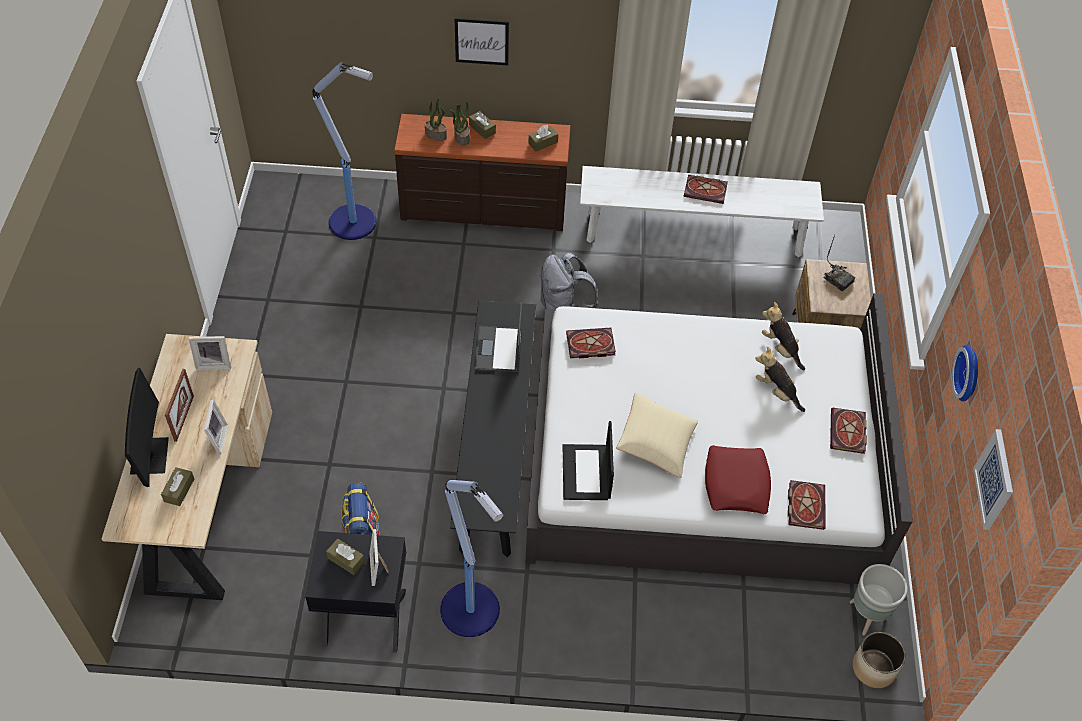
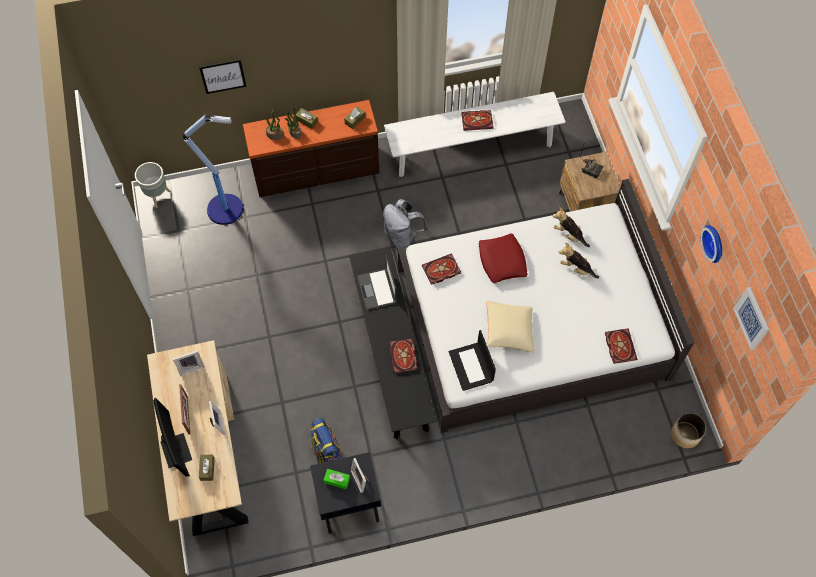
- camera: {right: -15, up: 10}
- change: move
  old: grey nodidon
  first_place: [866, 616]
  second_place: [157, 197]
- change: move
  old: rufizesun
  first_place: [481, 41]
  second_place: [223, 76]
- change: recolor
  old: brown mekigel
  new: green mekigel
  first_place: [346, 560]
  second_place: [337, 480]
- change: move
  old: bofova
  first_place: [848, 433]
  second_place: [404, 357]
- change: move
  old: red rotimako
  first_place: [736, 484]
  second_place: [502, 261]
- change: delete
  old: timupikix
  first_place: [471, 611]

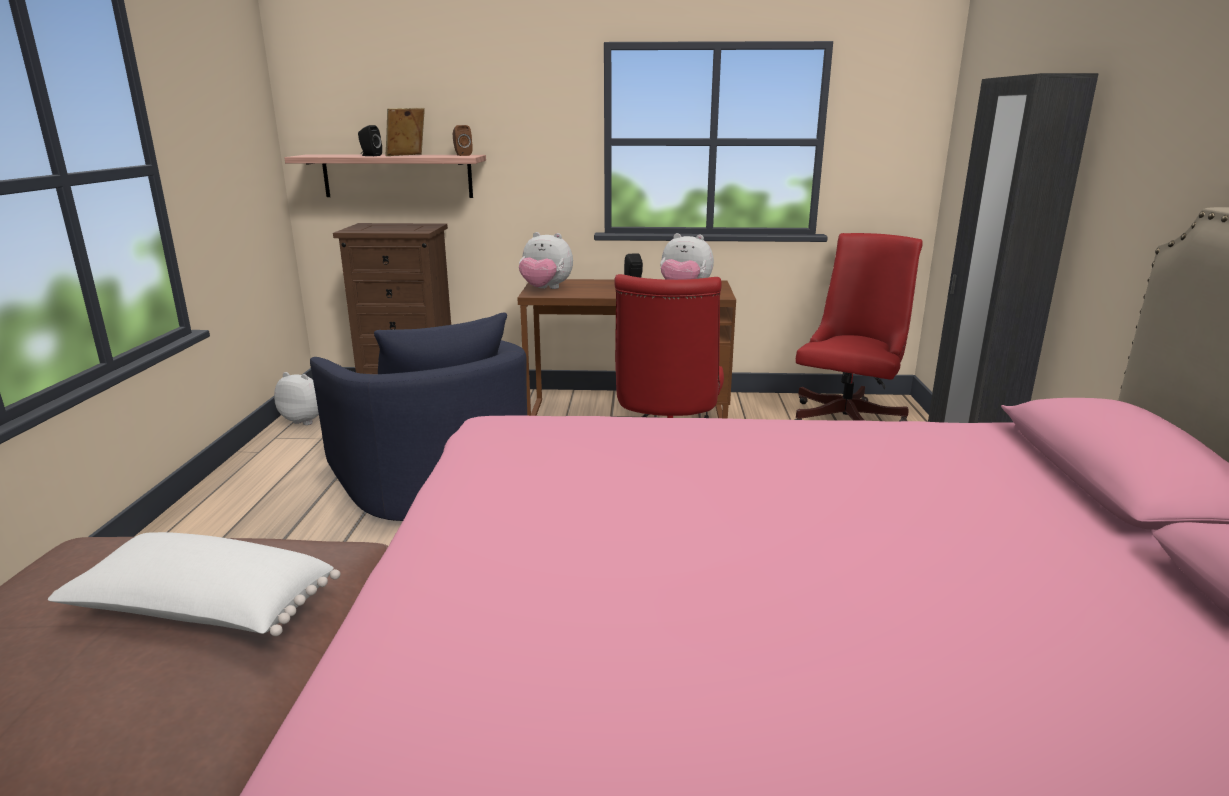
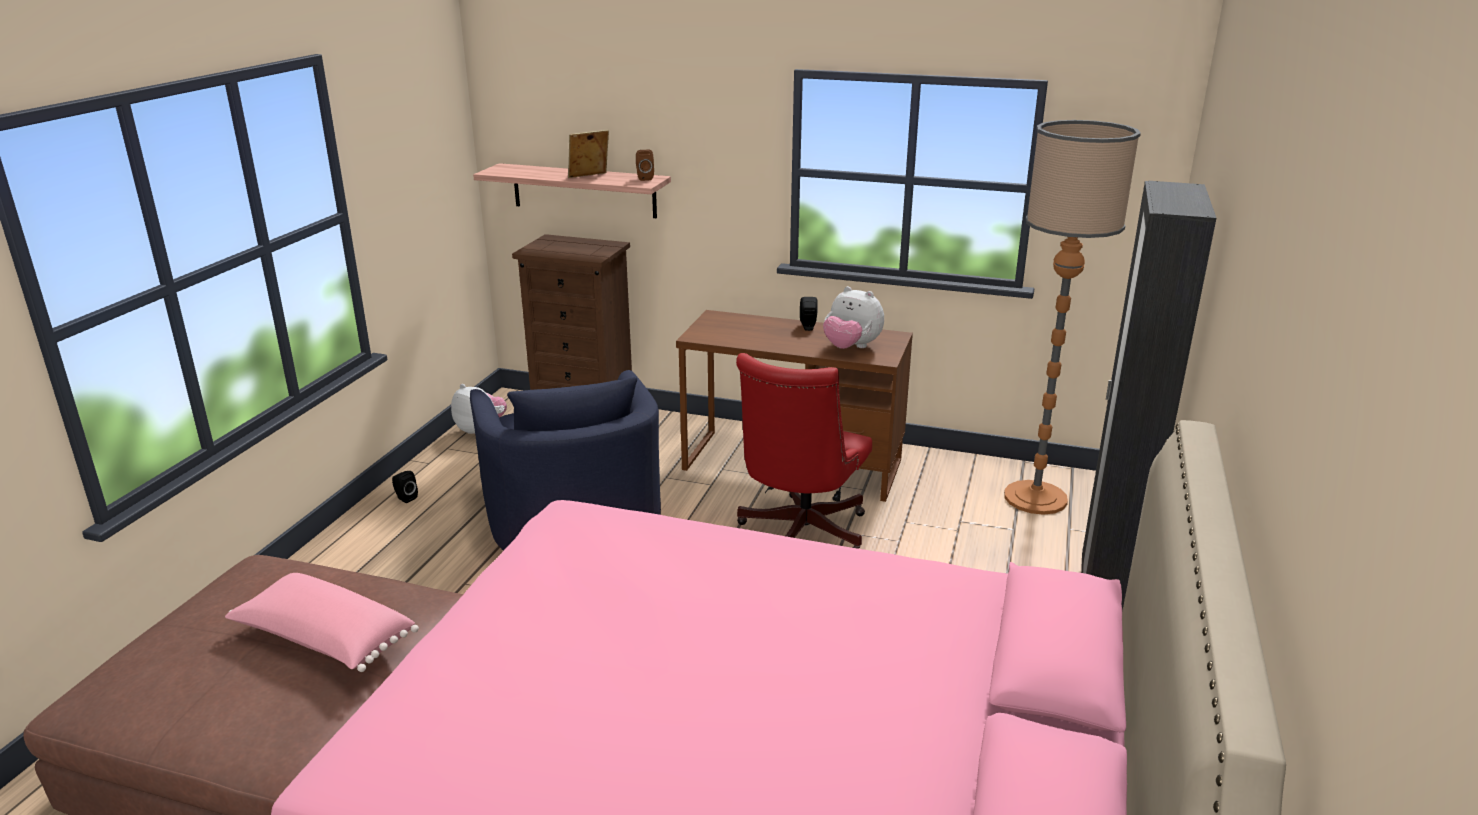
- camera: {right: 15, up: 5}
- change: recolor
  old: white rotimako
  new: pink rotimako
  first_place: [203, 612]
  second_place: [324, 640]
- change: move
  old: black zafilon
  first_place: [370, 155]
  second_place: [405, 498]
- change: replace
  old: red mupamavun
  new: timupikix
  first_place: [849, 417]
  second_place: [1035, 498]
- change: delete
  old: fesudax
  first_place: [545, 289]

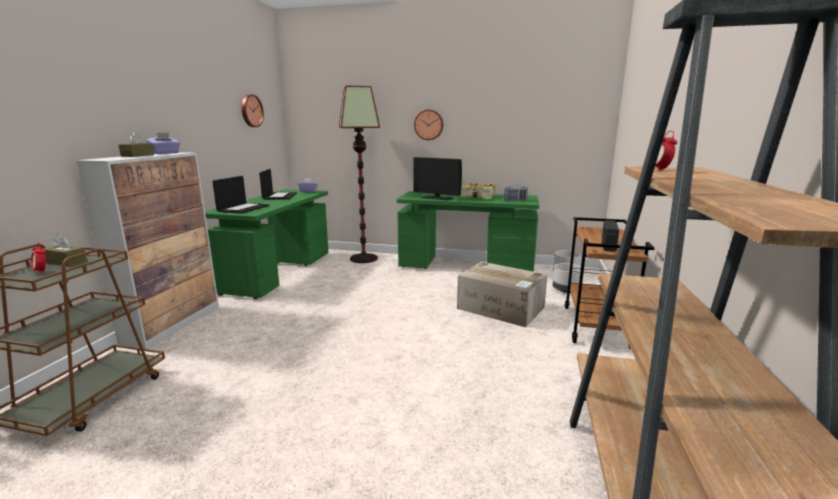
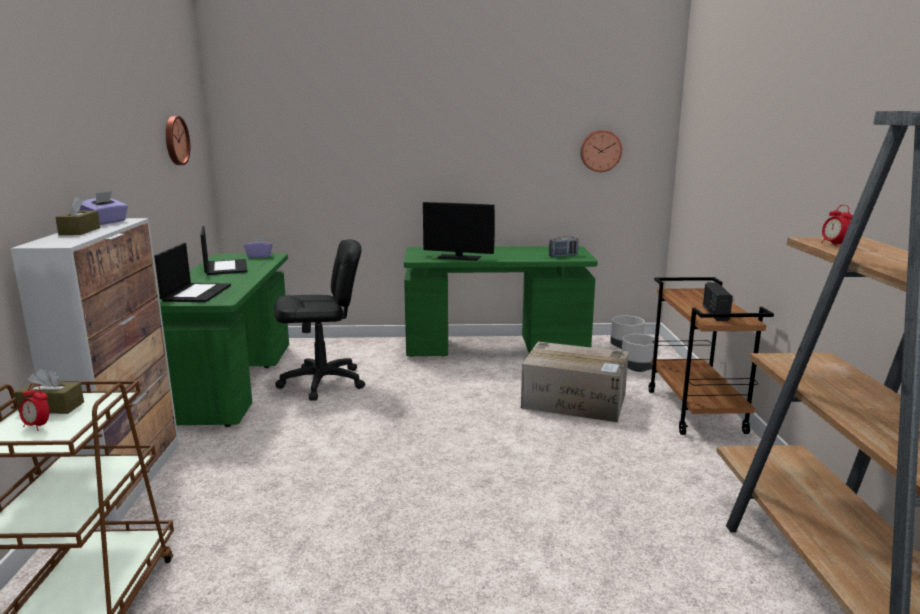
- camera: {right: -15, up: 0}
- change: insert
  new: black mupamavun
  second_place: [323, 382]
- change: move
  old: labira
  first_place: [429, 125]
  second_place: [600, 151]
- change: delete
  old: timupikix
  first_place: [364, 258]
- change: delete
  old: bofova
  first_place: [478, 196]

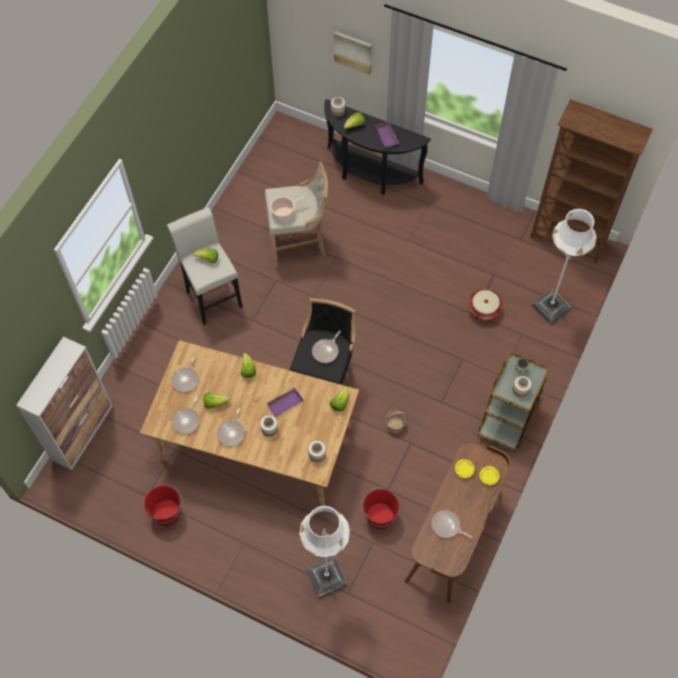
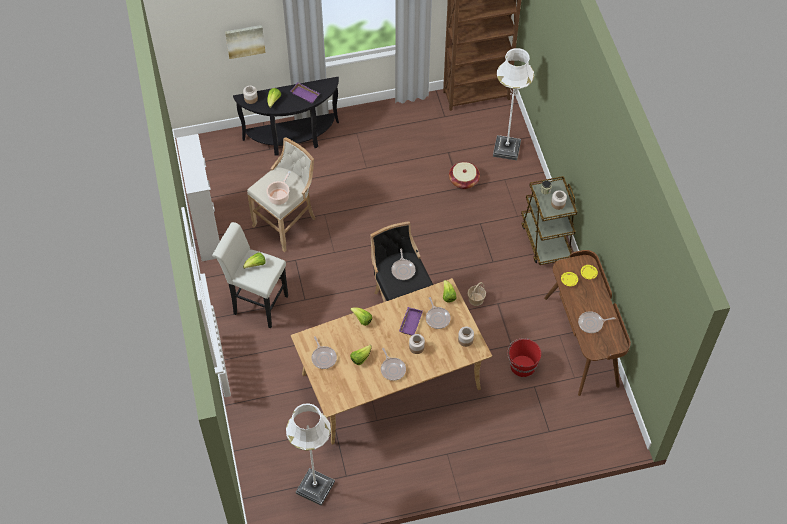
- camera: {right: -40, up: -5}
- change: move
  old: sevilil
  first_place: [82, 432]
  second_place: [207, 231]
- change: move
  old: white timupikix
  first_place: [326, 577]
  second_place: [315, 487]
- change: move
  old: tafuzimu
  first_place: [187, 420]
  second_place: [437, 318]
- change: delete
  old: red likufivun
  first_place: [167, 512]

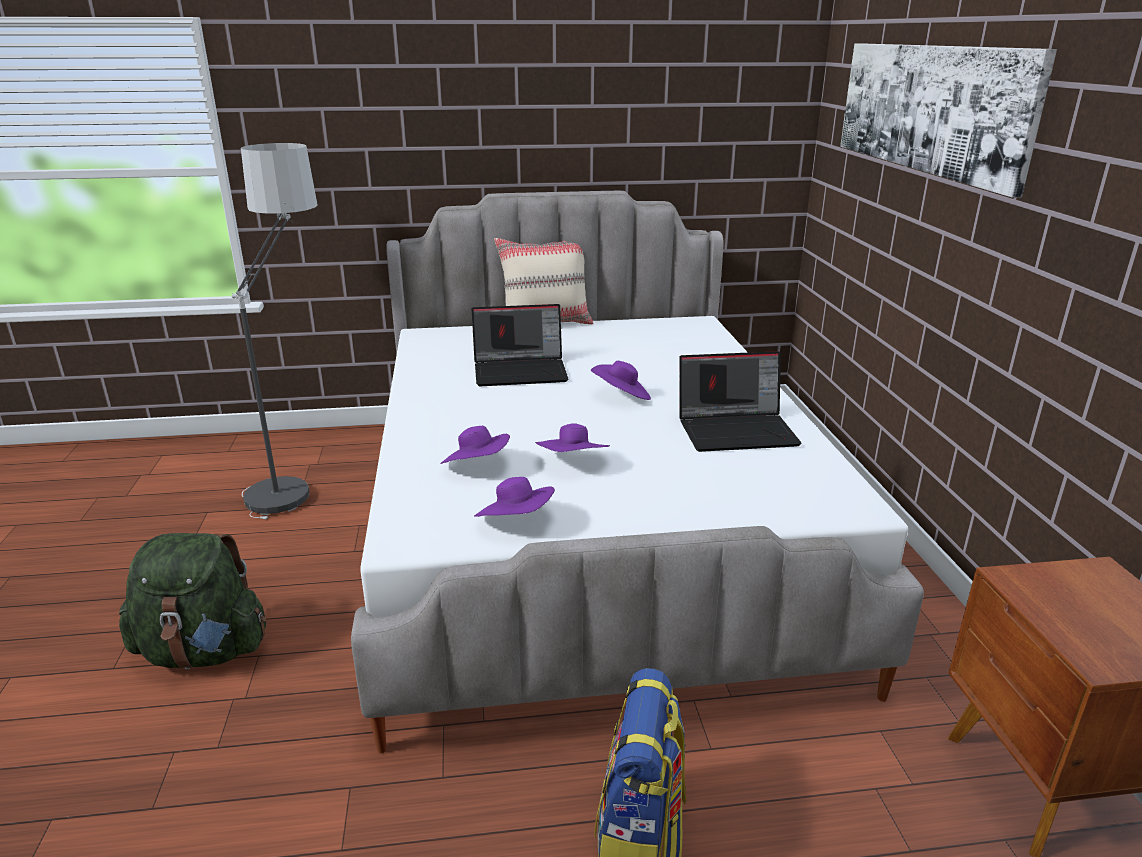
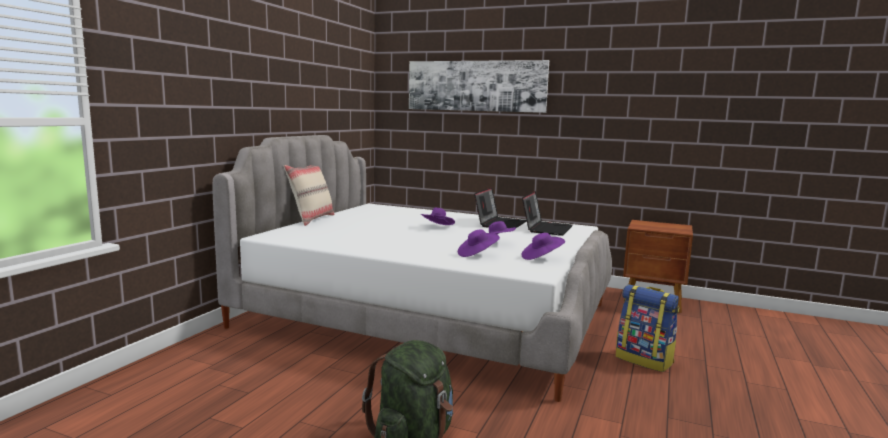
- camera: {right: -60, up: -15}
- change: move
  old: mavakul
  first_place: [521, 371]
  second_place: [546, 228]
- change: delete
  old: timupikix
  first_place: [297, 475]

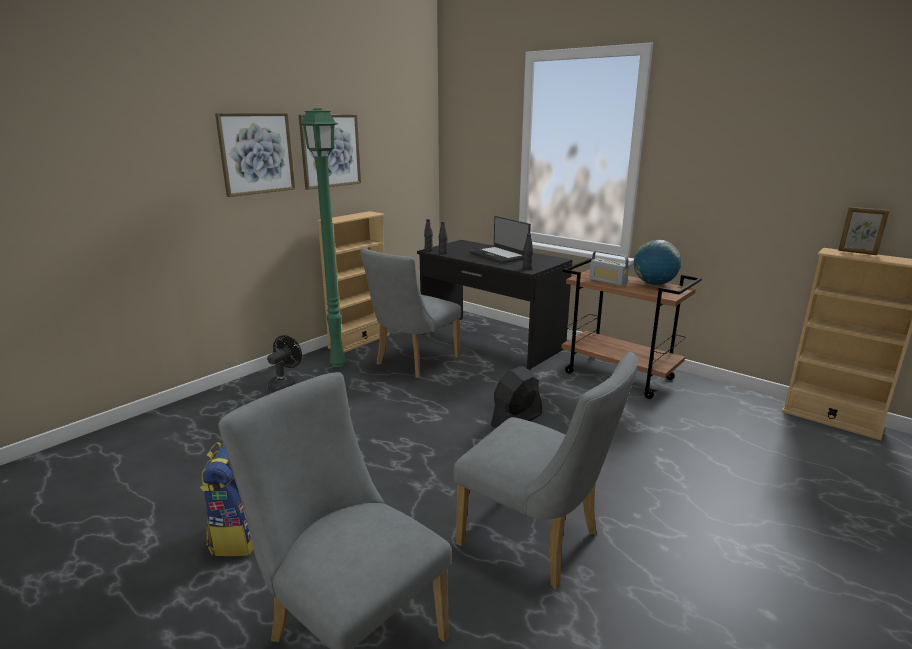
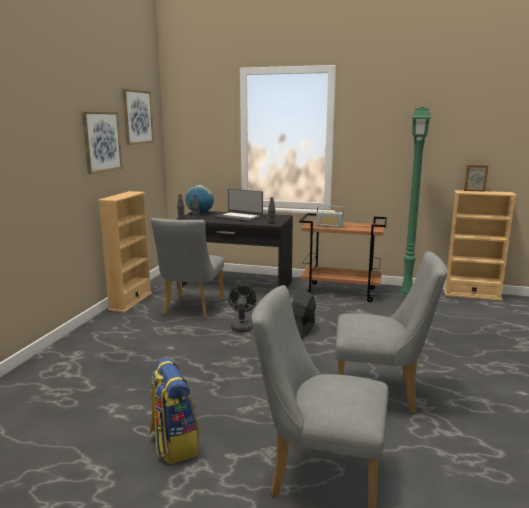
- camera: {right: -25, up: -5}
- change: move
  old: rufizesun
  first_place: [256, 153]
  second_place: [137, 117]
- change: move
  old: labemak
  first_place: [654, 284]
  second_place: [200, 213]
- change: move
  old: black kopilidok
  first_place: [285, 385]
  second_place: [242, 326]
- change: move
  old: green timupikix
  first_place: [336, 364]
  second_place: [405, 295]

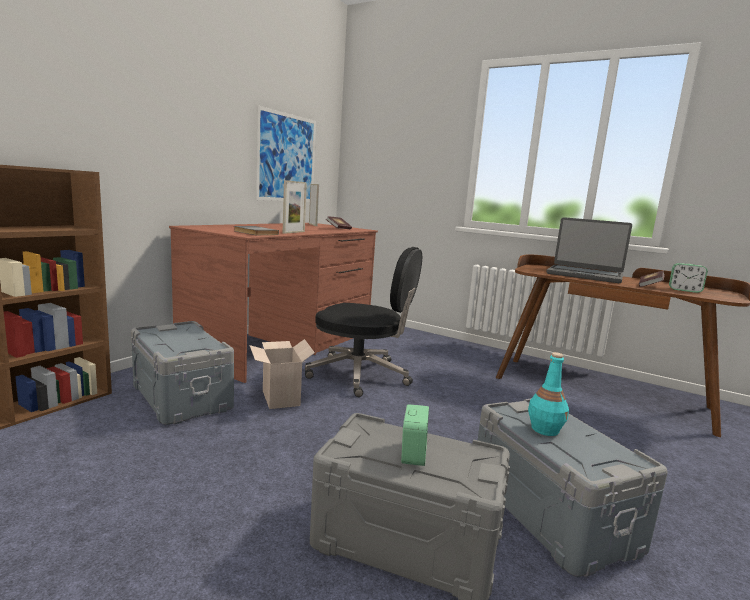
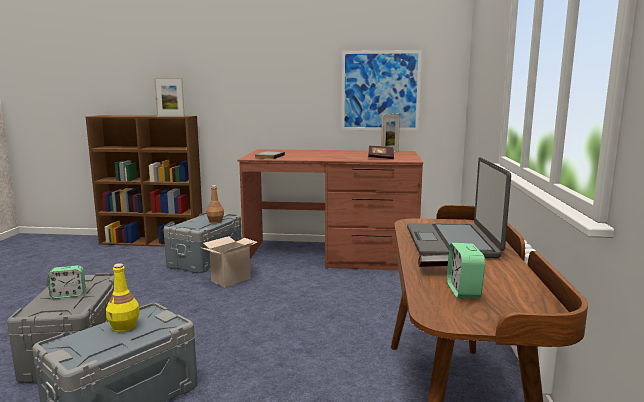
- camera: {right: 65, up: 0}
- change: recolor
  old: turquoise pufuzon
  new: yellow pufuzon
  first_place: [545, 429]
  second_place: [124, 327]
- change: move
  old: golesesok
  first_place: [294, 232]
  second_place: [170, 116]
- change: insert
  new: brown pufuzon
  second_place: [215, 222]
- change: delete
  old: black mupamavun
  first_place: [361, 375]

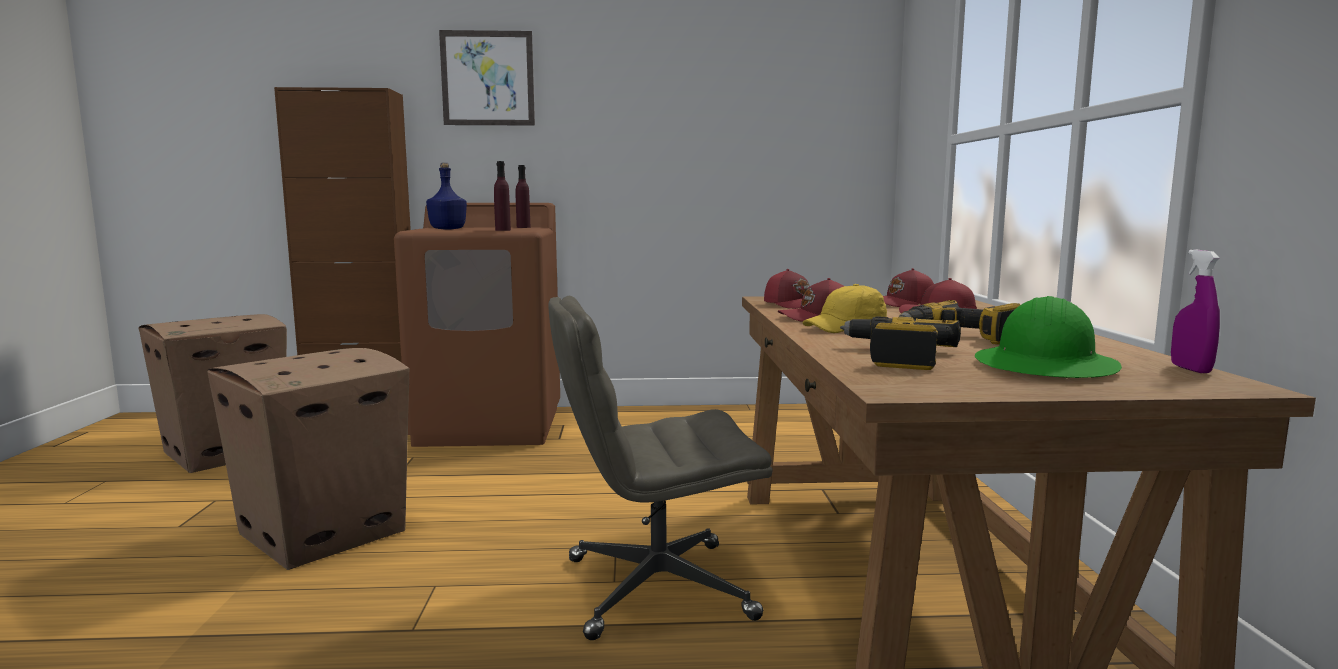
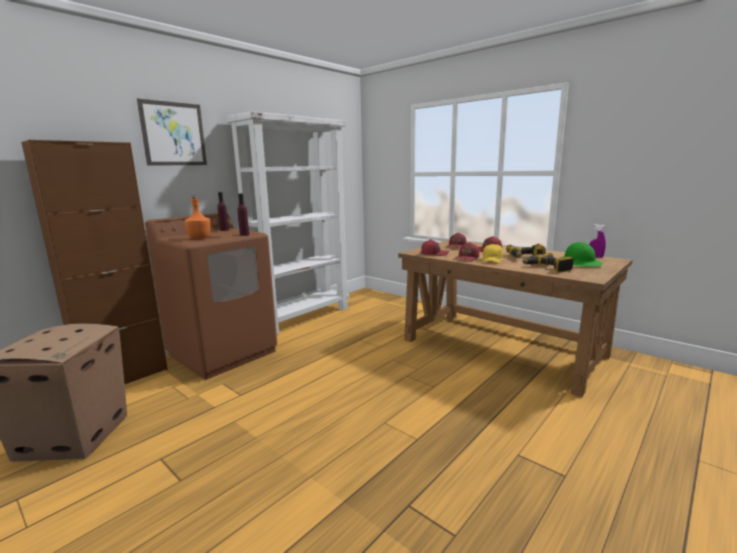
- camera: {right: -45, up: 5}
- change: recolor
  old: blue pufuzon
  new: orange pufuzon
  first_place: [448, 229]
  second_place: [199, 238]
- change: insert
  new: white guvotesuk
  second_place: [302, 317]
- change: delete
  old: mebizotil
  first_place: [320, 533]
- change: delete
  old: grey mupamavun
  first_place: [655, 589]

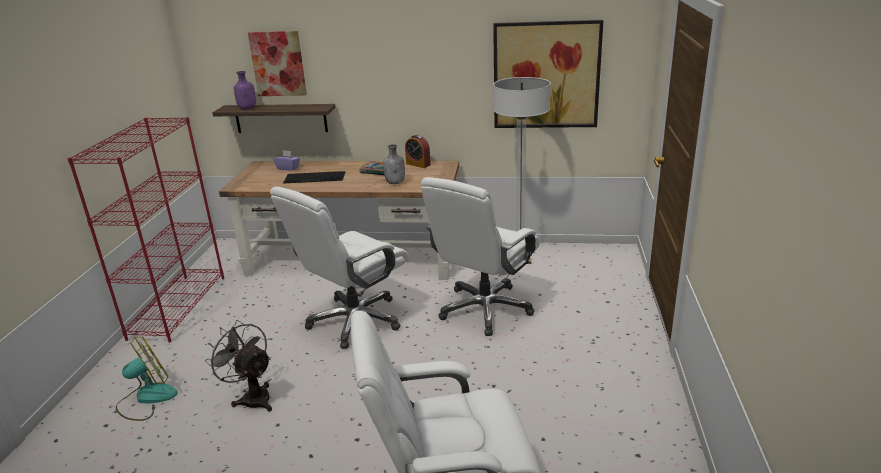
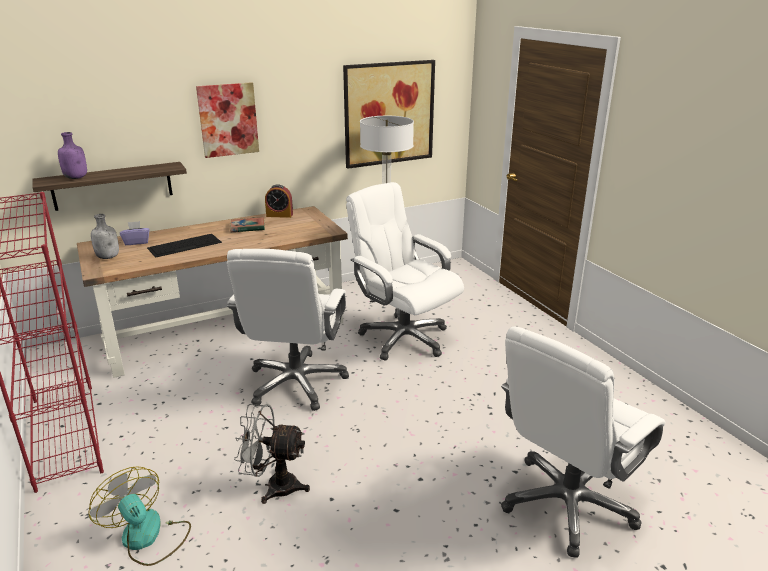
- camera: {right: -35, up: 0}
- change: rotate
  old: kopilidok
  first_place: [147, 398]
  second_place: [147, 538]
  degrees: -60
- change: move
  old: grey pufuzon
  first_place: [395, 182]
  second_place: [108, 257]
- change: move
  old: rufizesun
  first_place: [278, 63]
  second_place: [228, 120]
- change: rotate
  old: white mupamavun
  first_place: [485, 309]
  second_place: [403, 338]
  degrees: 135

